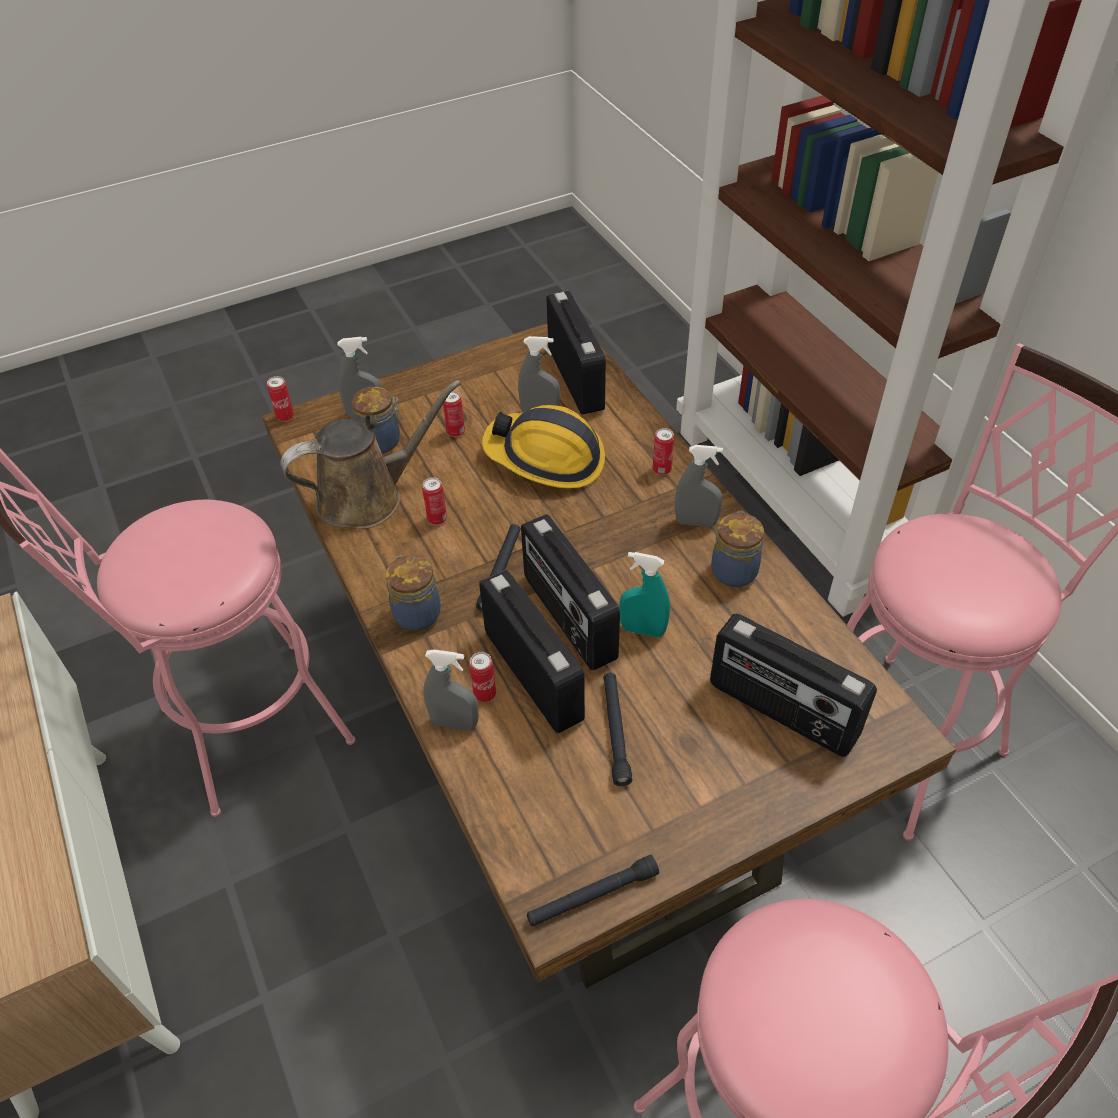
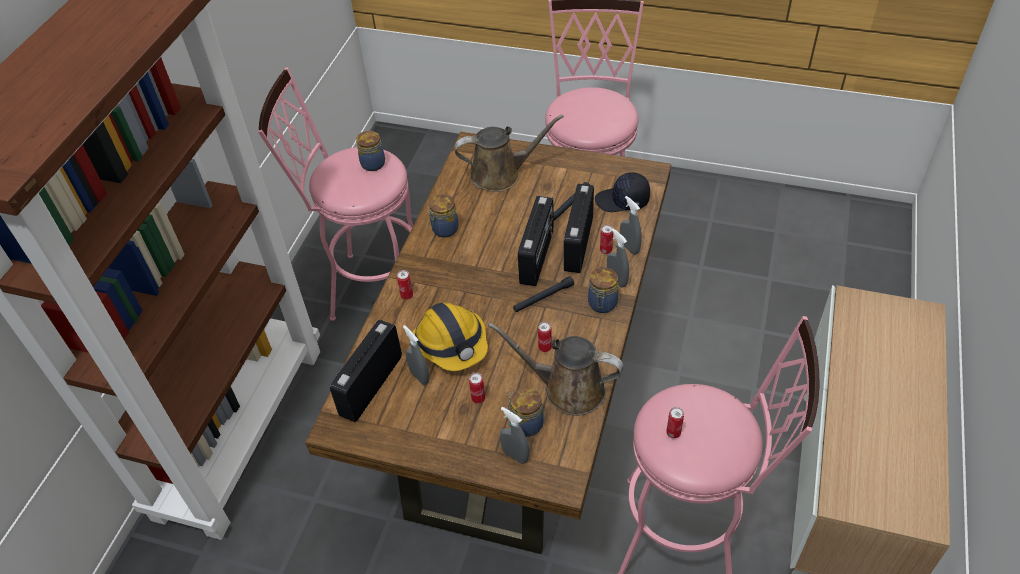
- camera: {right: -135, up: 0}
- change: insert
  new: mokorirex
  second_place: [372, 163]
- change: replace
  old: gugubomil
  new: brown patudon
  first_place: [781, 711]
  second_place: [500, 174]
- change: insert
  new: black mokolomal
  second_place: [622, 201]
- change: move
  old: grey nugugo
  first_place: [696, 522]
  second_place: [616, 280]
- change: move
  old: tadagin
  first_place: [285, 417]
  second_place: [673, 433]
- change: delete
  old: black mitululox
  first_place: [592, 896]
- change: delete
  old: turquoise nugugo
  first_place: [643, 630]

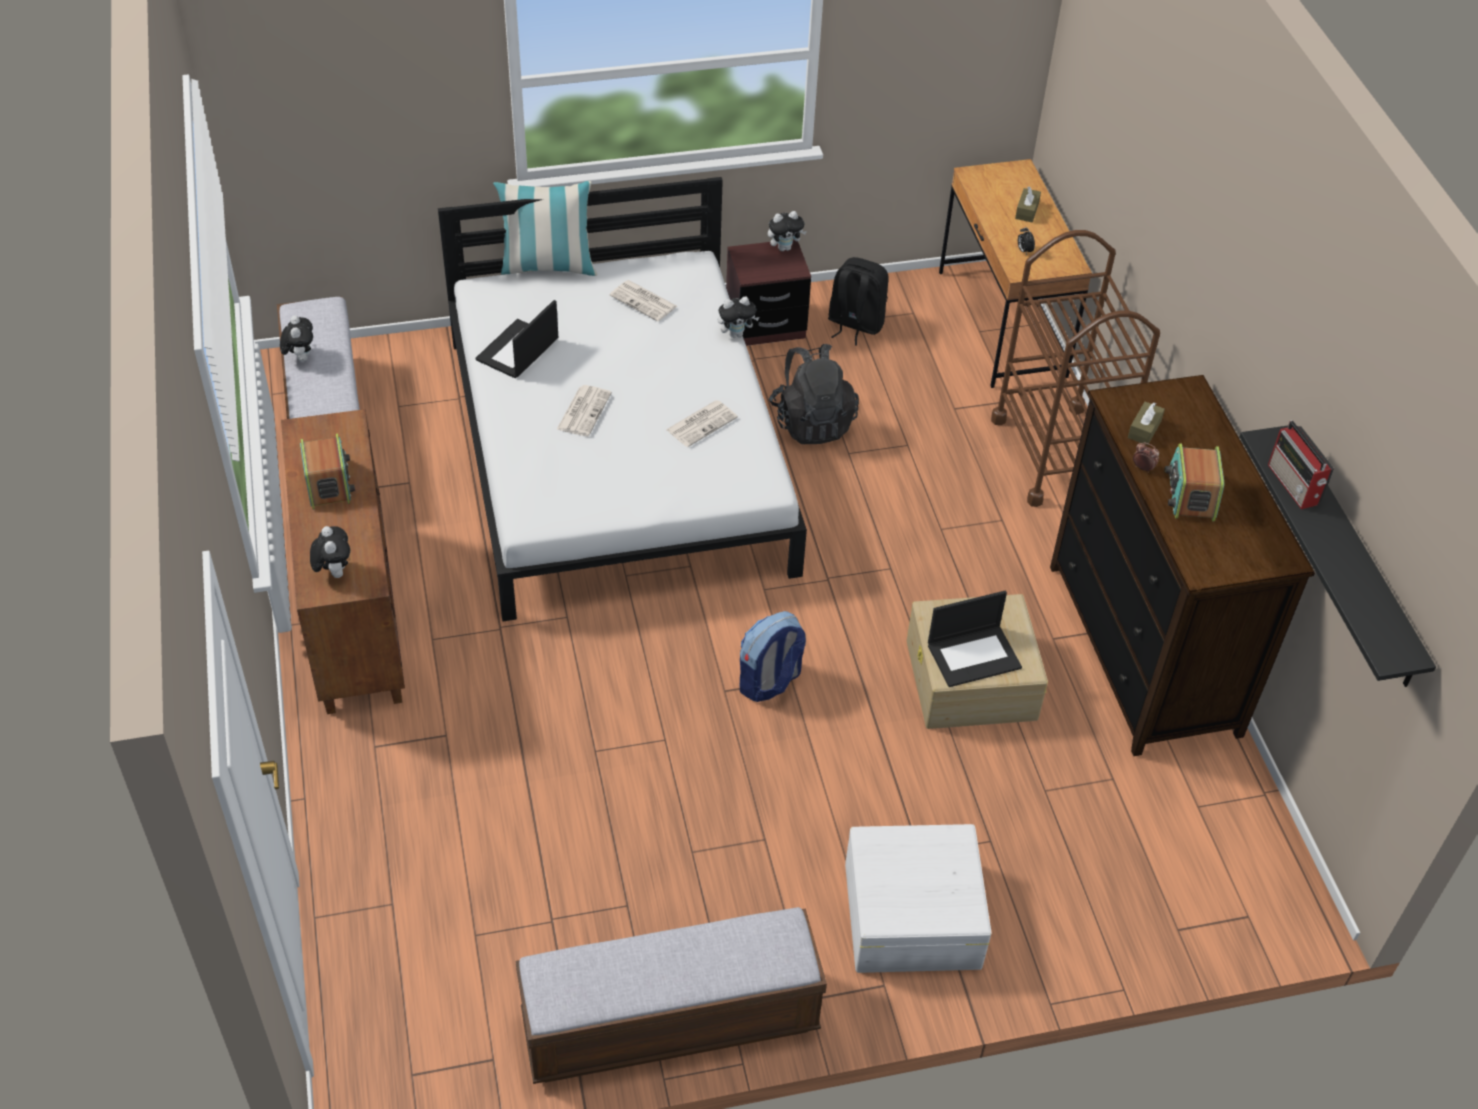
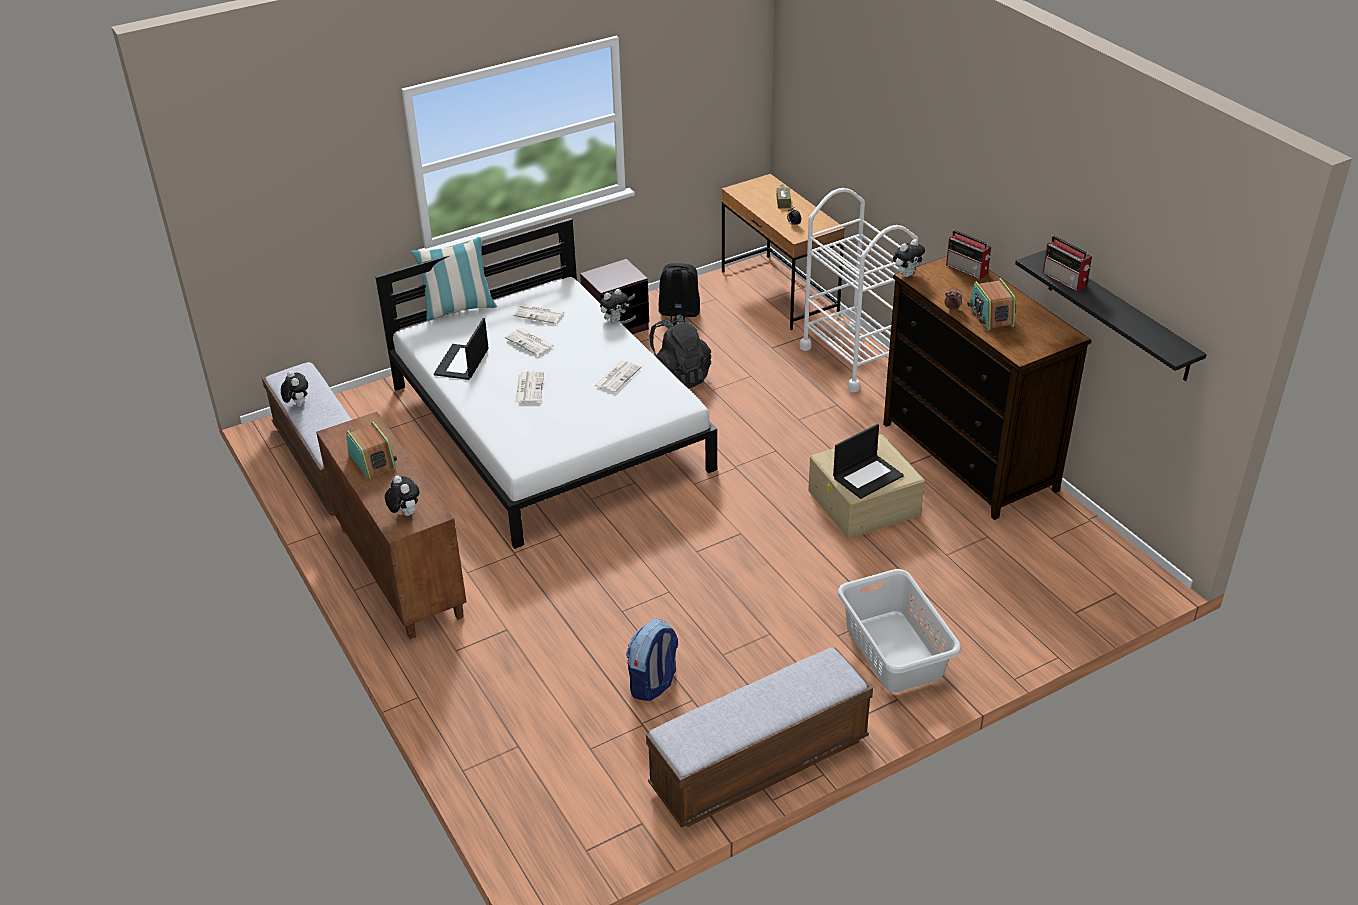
- camera: {right: -15, up: -10}
- change: insert
  new: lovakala
  second_place: [530, 342]
- change: move
  old: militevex
  first_place: [769, 682]
  second_place: [653, 683]
- change: recolor
  old: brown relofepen
  new: white relofepen
  first_place: [1056, 454]
  second_place: [854, 359]
- change: replace
  old: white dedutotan
  new: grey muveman
  first_place: [911, 914]
  second_place: [894, 652]
- change: move
  old: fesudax
  first_place: [784, 247]
  second_place: [907, 274]
- change: insert
  new: gugubomil
  second_place: [967, 270]
- change: delete
  old: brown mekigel
  first_place: [1144, 429]

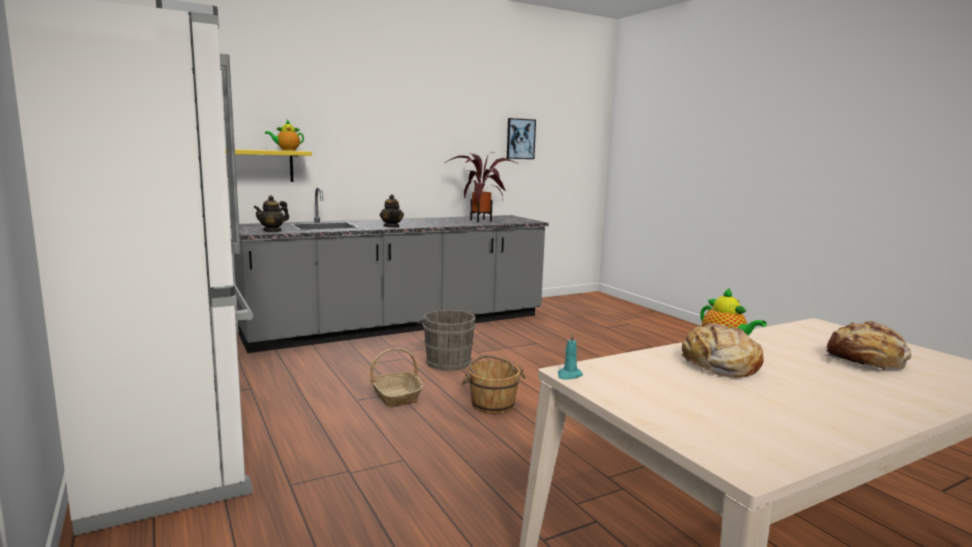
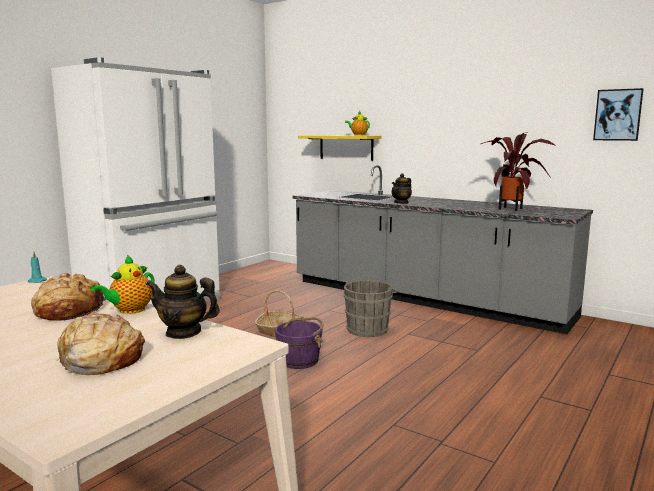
- camera: {right: 65, up: 0}
- change: move
  old: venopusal
  first_place: [272, 231]
  second_place: [183, 332]
- change: recolor
  old: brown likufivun
  new: purple likufivun
  first_place: [492, 404]
  second_place: [299, 360]

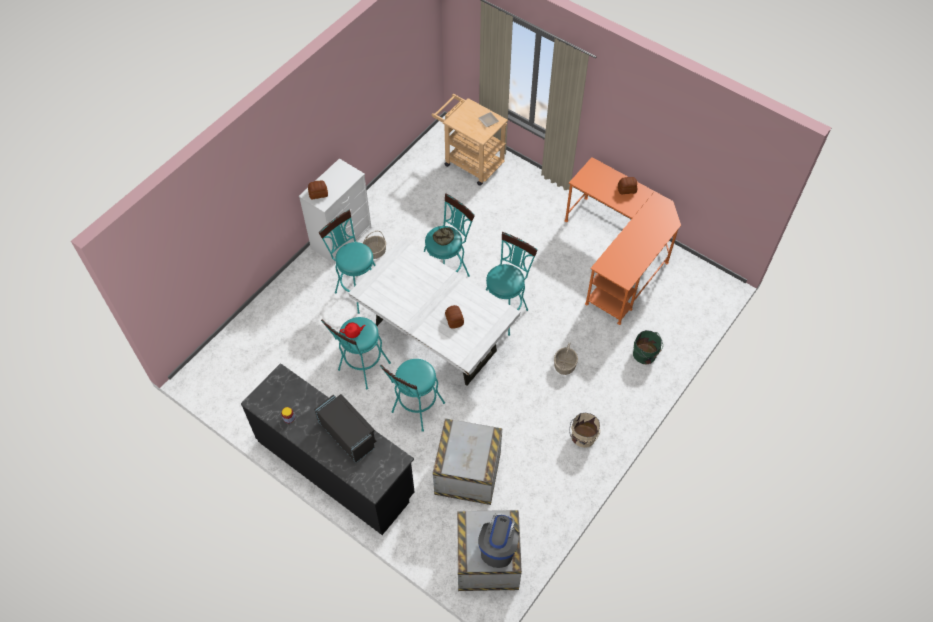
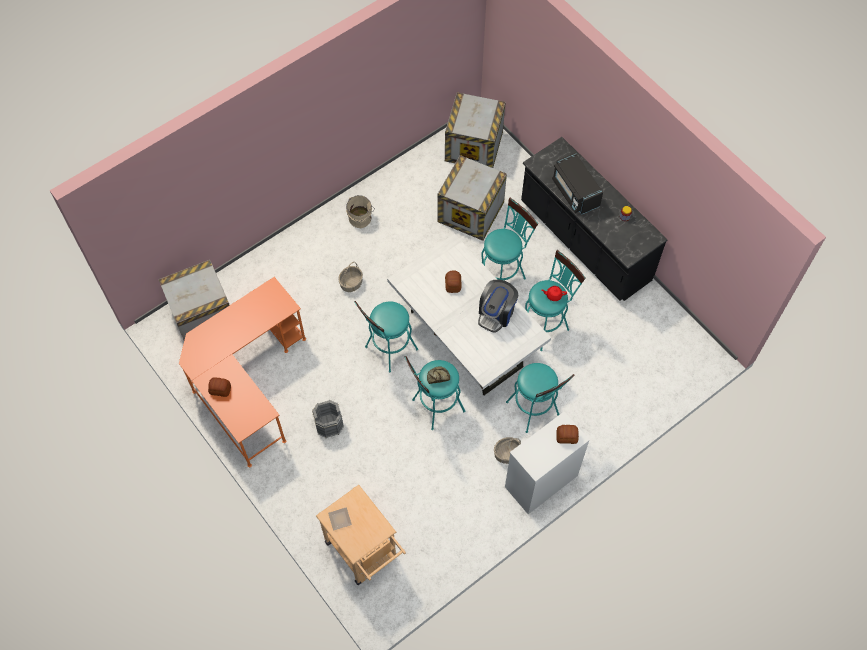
- camera: {right: -165, up: 5}
- change: insert
  new: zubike
  second_place: [202, 315]
- change: insert
  new: grey likufivun
  second_place: [329, 424]
- change: move
  old: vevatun
  first_place: [498, 546]
  second_place: [496, 313]
- change: delete
  old: green likufivun
  first_place: [645, 355]

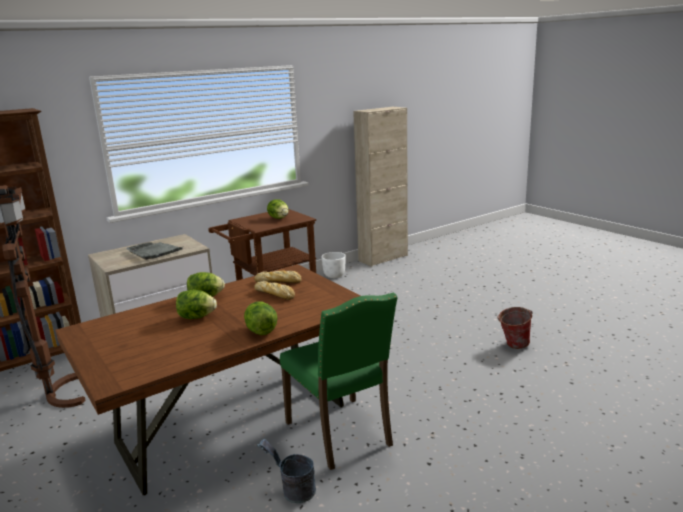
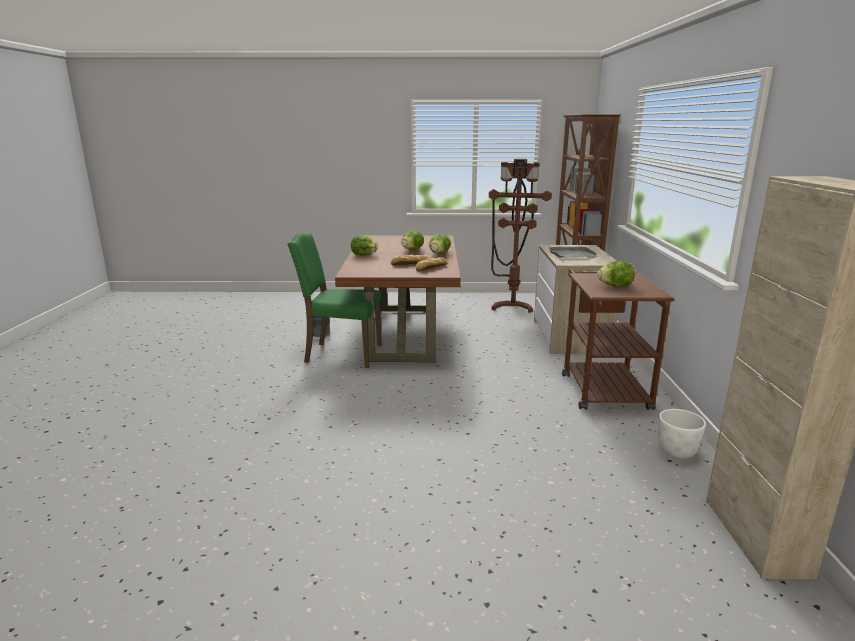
- camera: {right: 125, up: 0}
- change: delete
  old: likufivun
  first_place: [513, 345]

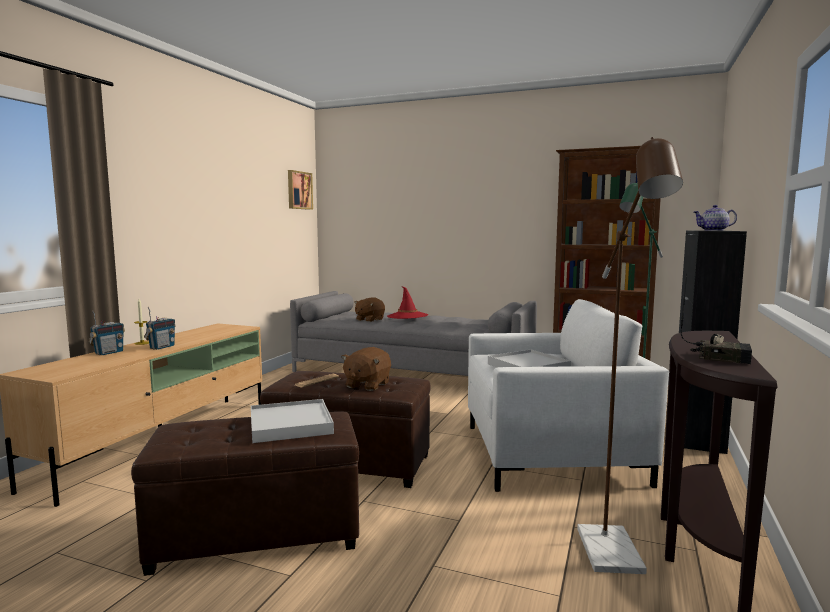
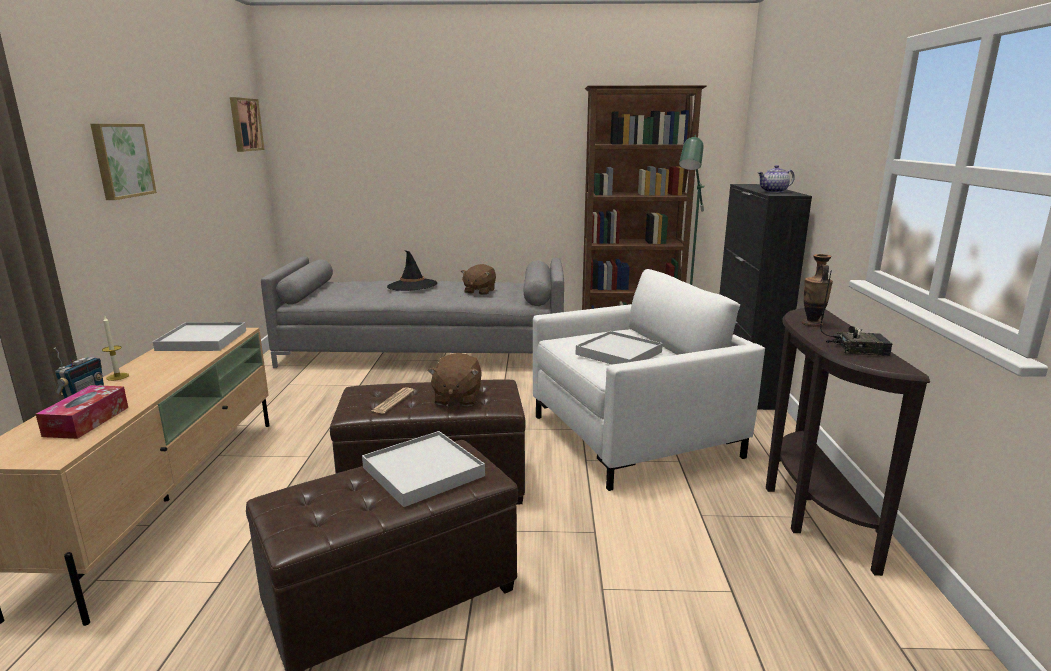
- camera: {right: -20, up: 10}
- change: insert
  new: mekigel
  second_place: [87, 421]
- change: insert
  new: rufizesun
  second_place: [121, 160]
- change: insert
  new: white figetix
  second_place: [202, 340]
- change: recolor
  old: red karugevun
  new: black karugevun
  first_place: [407, 316]
  second_place: [412, 285]
- change: move
  old: brown fesudax
  first_place: [369, 319]
  second_place: [479, 291]
- change: insert
  new: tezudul
  second_place: [812, 324]
- change: delete
  old: gugubomil
  first_place: [162, 347]
- change: delete
  old: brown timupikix
  first_place: [614, 559]

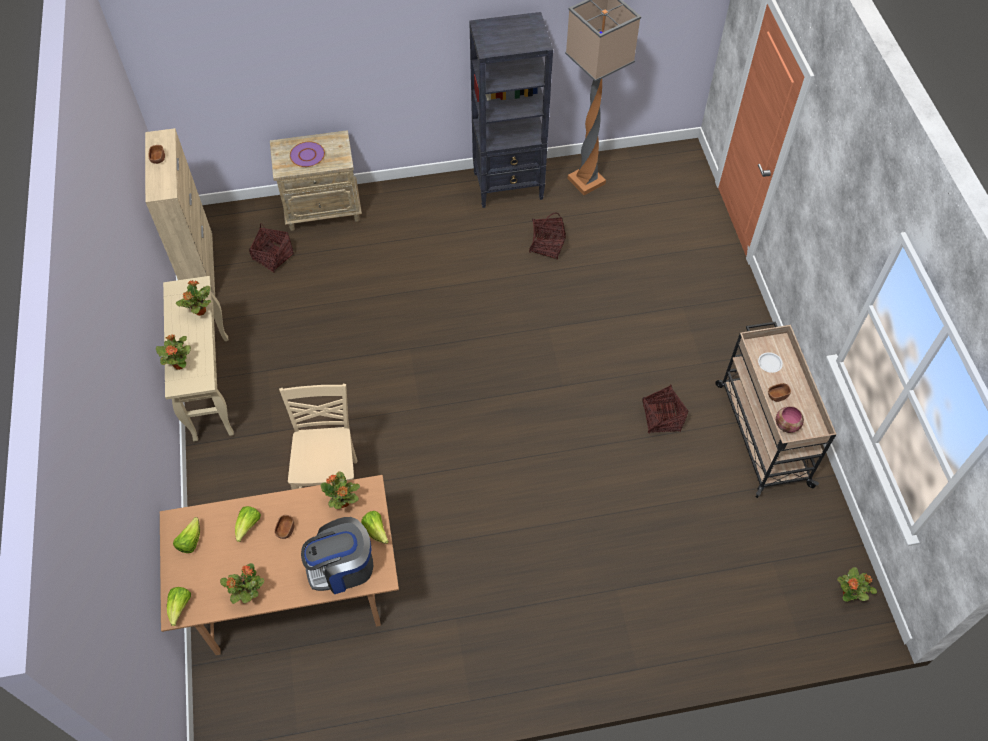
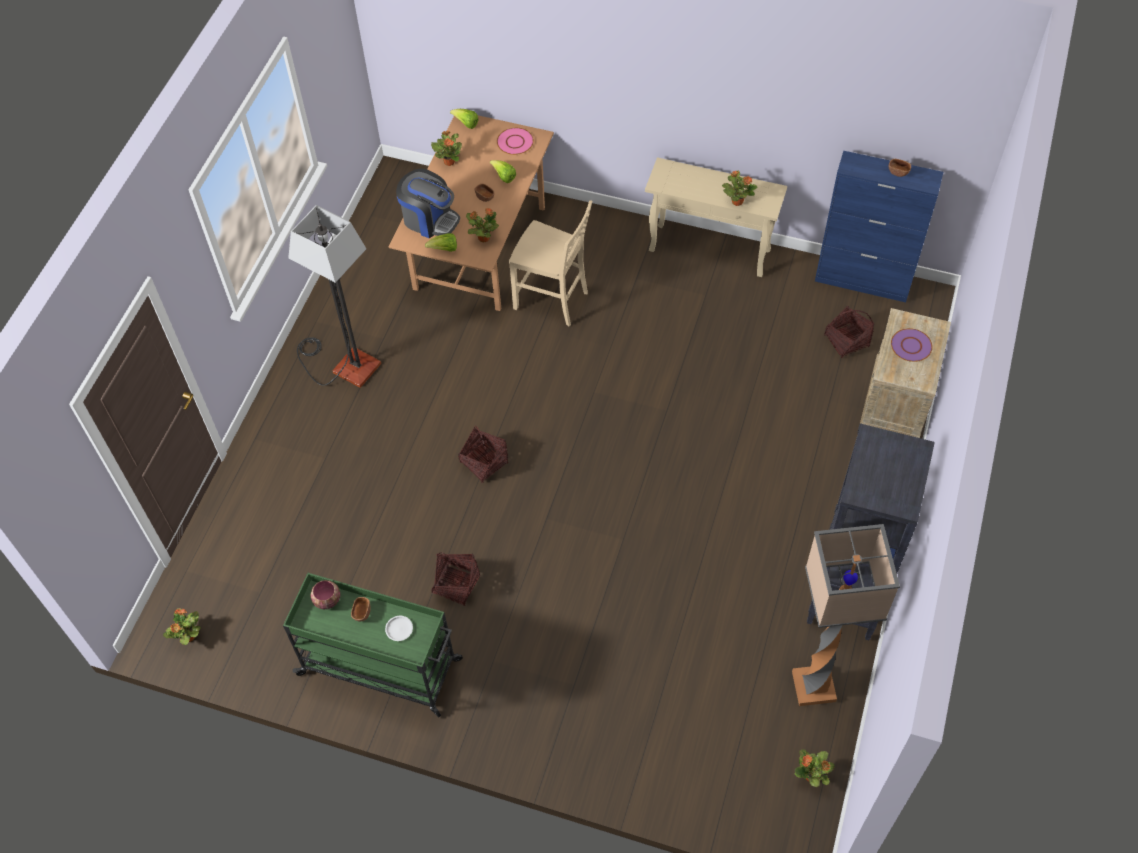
- camera: {right: 120, up: 0}
- change: recolor
  old: beige relofepen
  new: green relofepen
  first_place: [762, 433]
  second_place: [382, 667]
- change: insert
  new: timupikix
  second_place: [344, 365]
- change: rotate
  old: vevatun
  first_place: [342, 567]
  second_place: [429, 219]
  degrees: 105
- change: move
  old: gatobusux
  first_place: [547, 245]
  second_place: [484, 463]
- change: replace
  old: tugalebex
  new: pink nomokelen
  first_place: [190, 541]
  second_place: [515, 142]
- change: move
  old: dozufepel
  first_place: [179, 364]
  second_place: [811, 776]
- change: recolor
  old: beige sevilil
  new: blue sevilil
  first_place: [200, 267]
  second_place: [863, 281]

